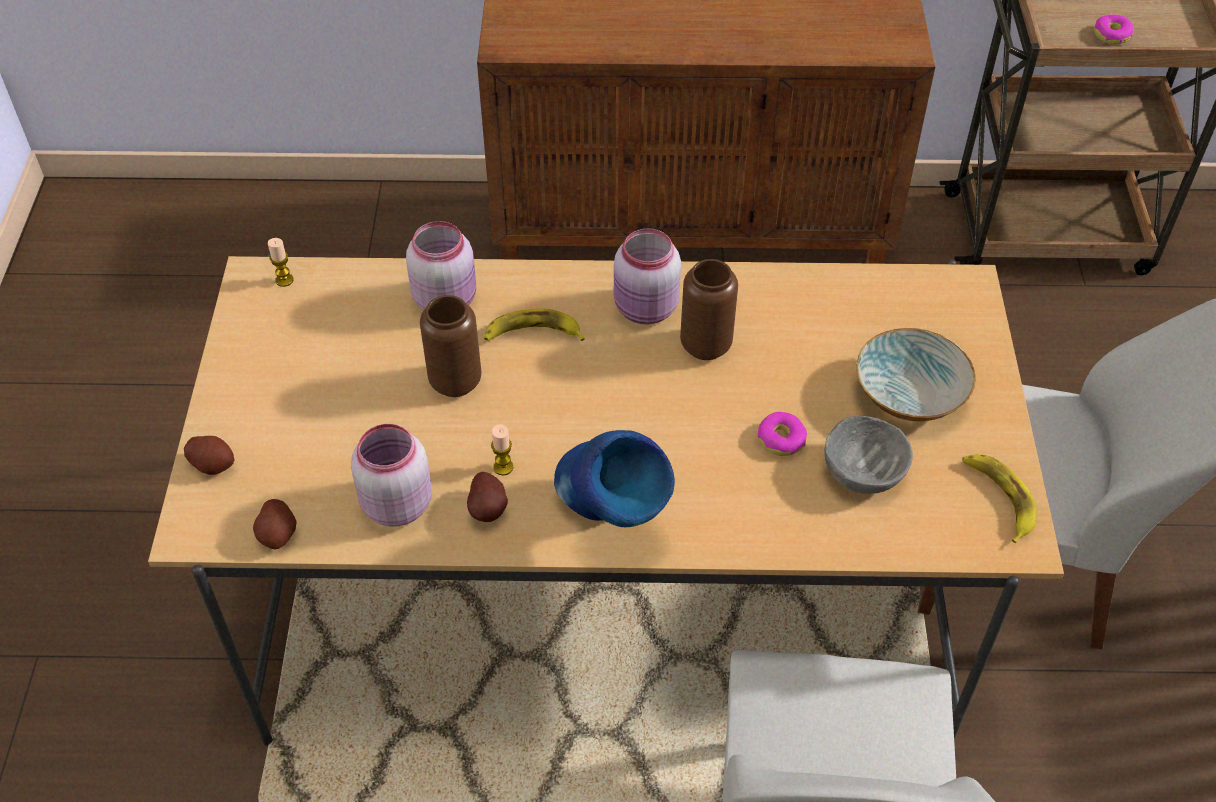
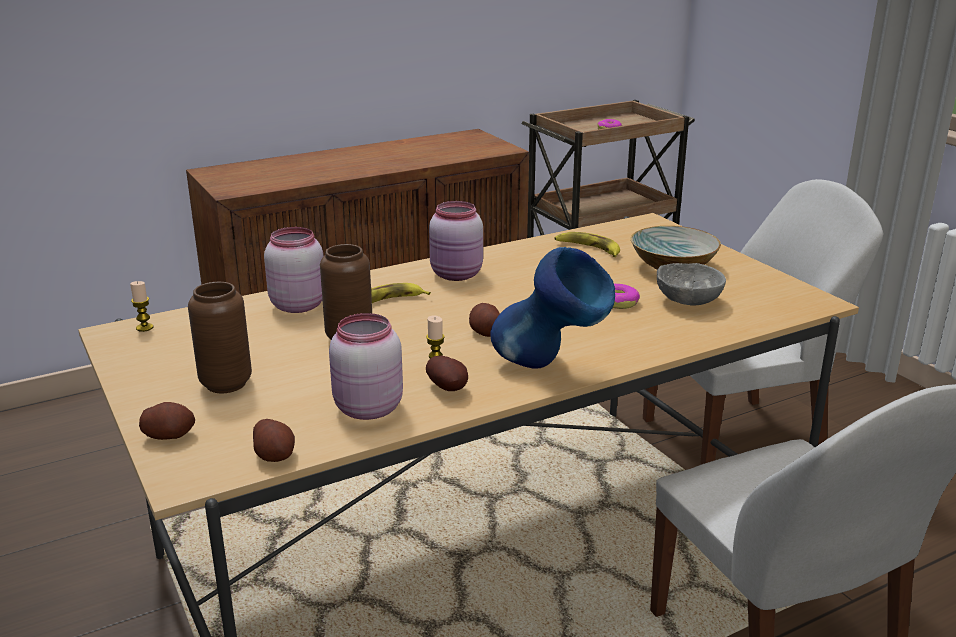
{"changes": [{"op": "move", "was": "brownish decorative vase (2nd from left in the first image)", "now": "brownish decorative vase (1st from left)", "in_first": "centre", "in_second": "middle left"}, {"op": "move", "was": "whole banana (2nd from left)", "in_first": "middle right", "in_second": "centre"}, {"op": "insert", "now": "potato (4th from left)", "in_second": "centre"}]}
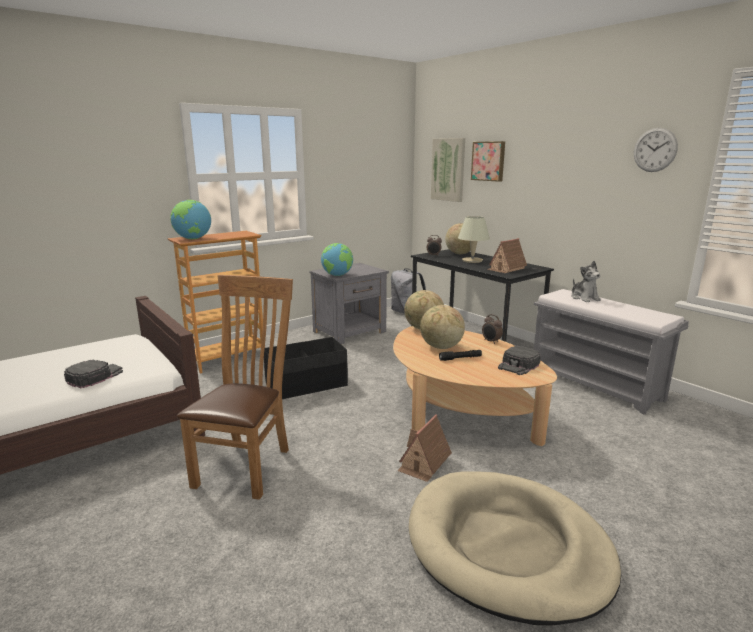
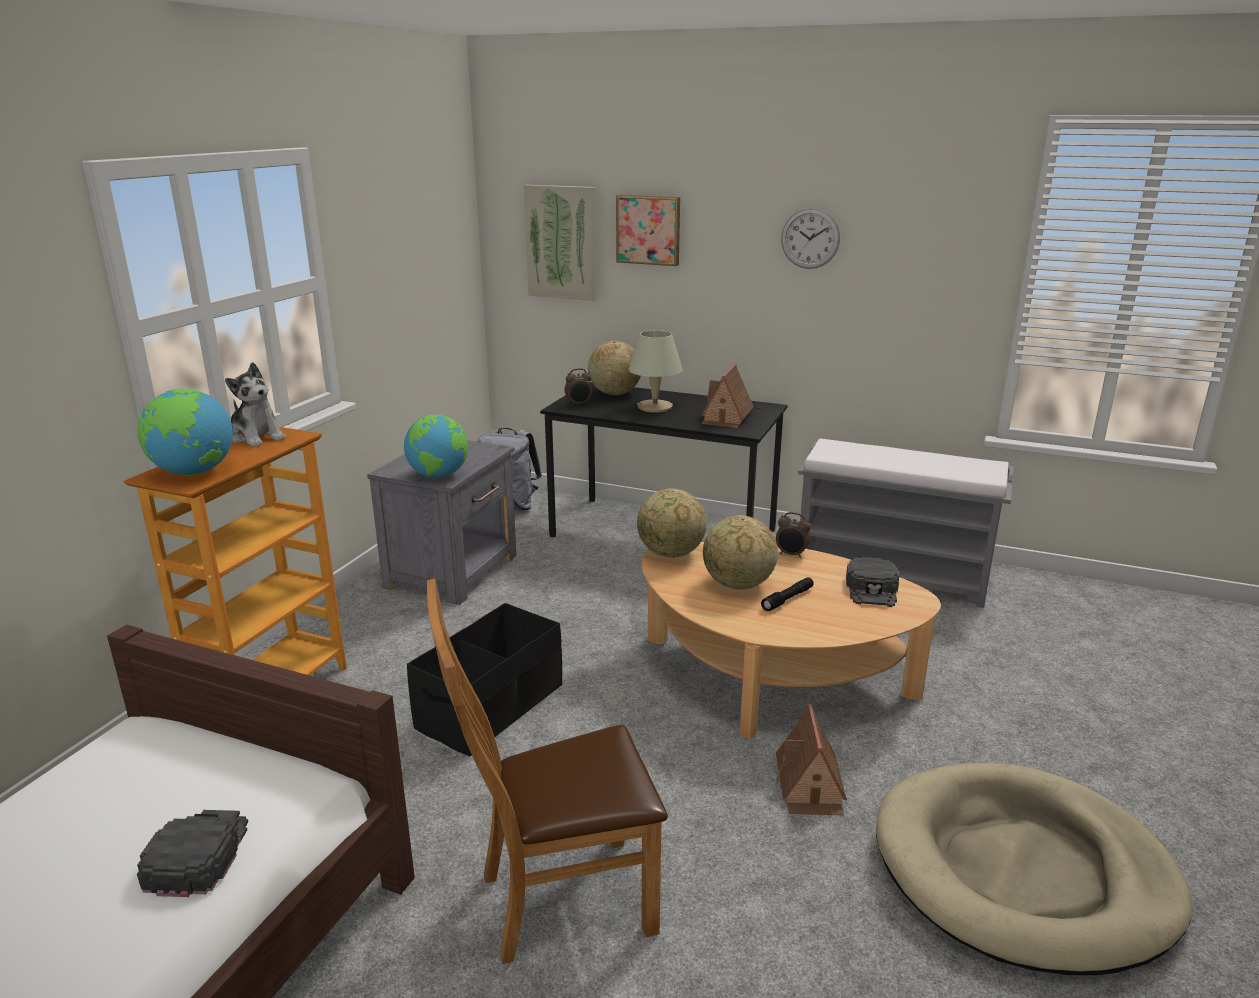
{"changes": [{"op": "move", "was": "clock on the wall", "in_first": "top right", "in_second": "top centre"}, {"op": "move", "was": "soft toy", "in_first": "middle right", "in_second": "middle left"}, {"op": "rotate", "was": "brownish chair", "in_first": "middle left", "in_second": "bottom centre", "clockwise": -90}]}
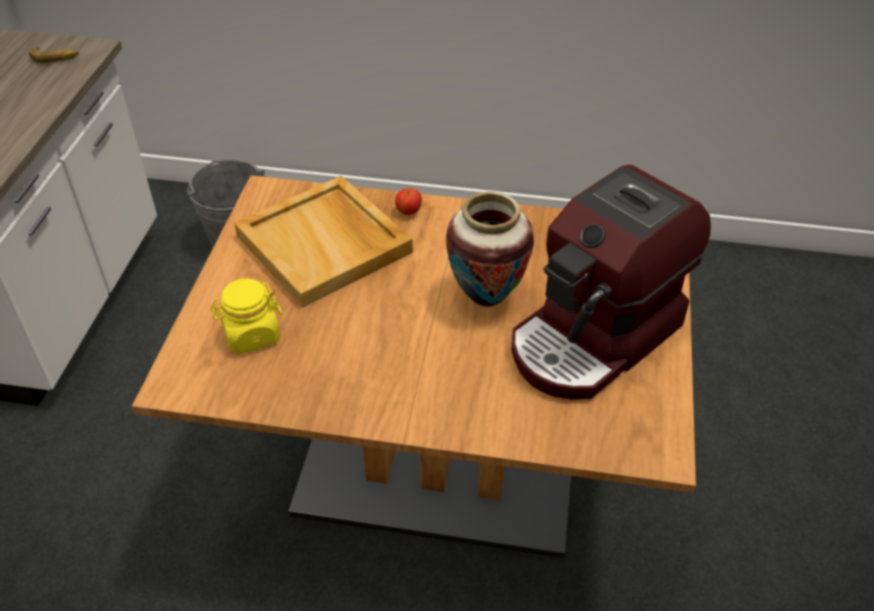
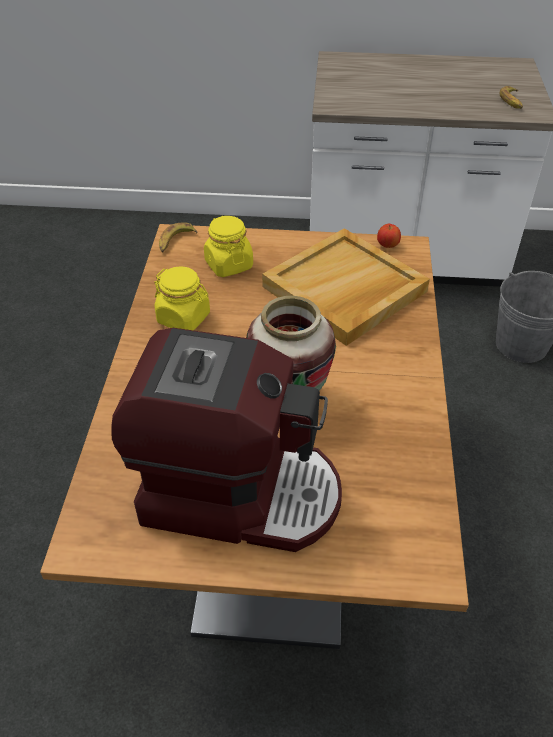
{"changes": [{"op": "rotate", "was": "coffee brewer", "in_first": "middle right", "in_second": "centre", "clockwise": 150}, {"op": "move", "was": "whole apple", "in_first": "top centre", "in_second": "top right"}, {"op": "insert", "now": "whole banana (1st from left)", "in_second": "top left"}, {"op": "insert", "now": "yellow-coloured jar (1st from left)", "in_second": "middle left"}]}
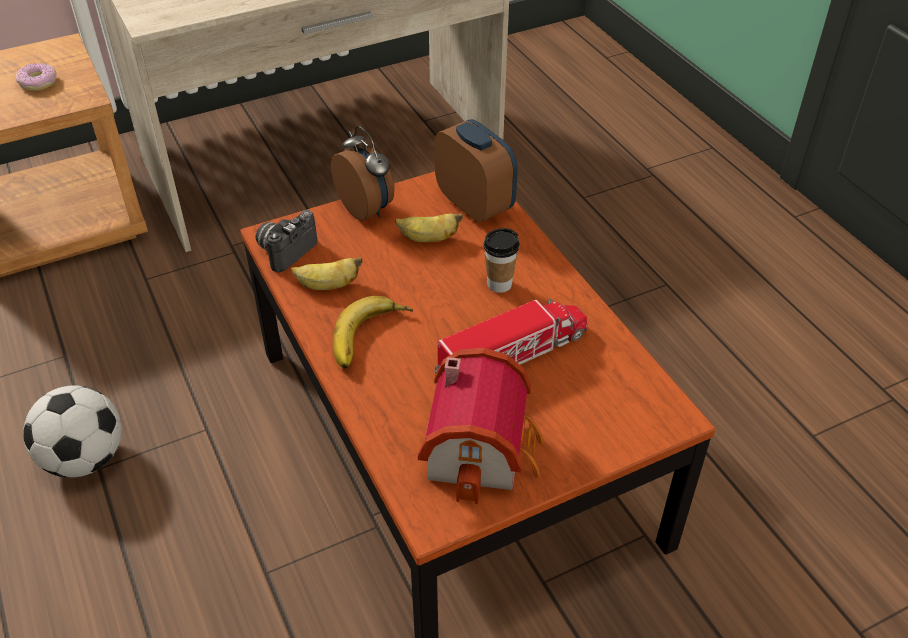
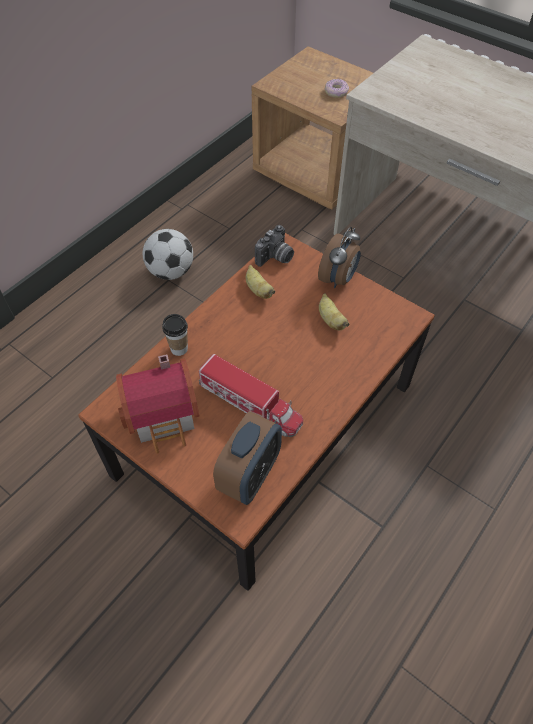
{"changes": [{"op": "move", "was": "table clock (2nd from left in the first image)", "now": "table clock (1st from left)", "in_first": "top centre", "in_second": "centre"}, {"op": "rotate", "was": "photo camera", "in_first": "middle left", "in_second": "centre", "clockwise": 120}, {"op": "move", "was": "small cup", "in_first": "centre", "in_second": "middle left"}, {"op": "delete", "was": "whole banana (2nd from left)", "in_first": "centre"}]}
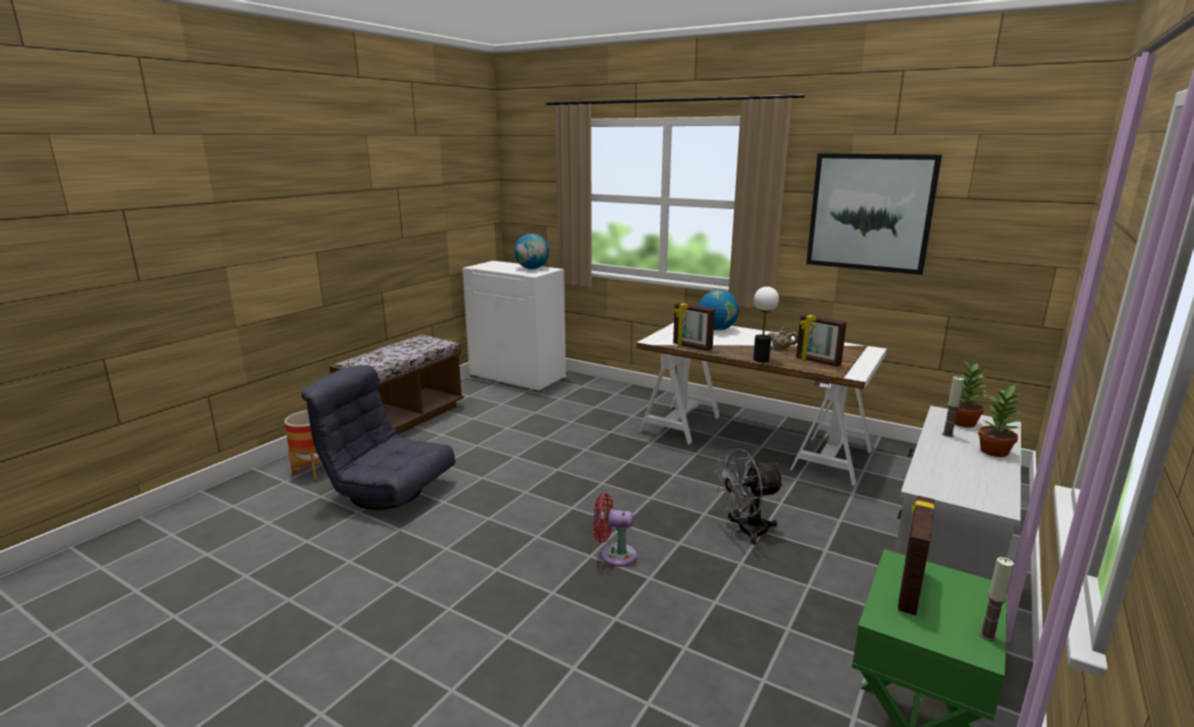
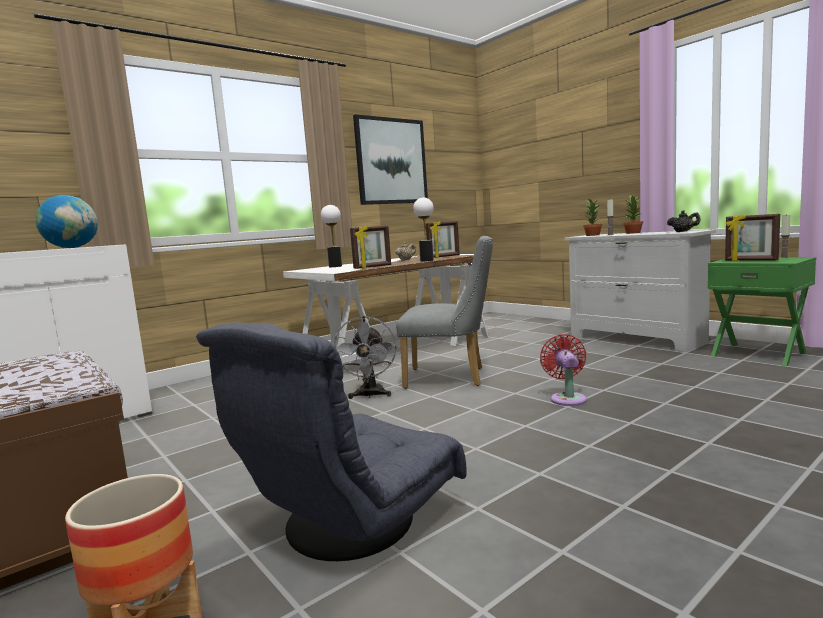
{"changes": [{"op": "replace", "was": "globe (2nd from left)", "now": "table lamp (1st from left)", "in_first": "centre", "in_second": "centre"}, {"op": "move", "was": "greyish electric fan", "in_first": "bottom centre", "in_second": "centre"}, {"op": "rotate", "was": "red electric fan", "in_first": "bottom centre", "in_second": "middle right", "clockwise": 150}, {"op": "insert", "now": "blackish teapot", "in_second": "middle right"}, {"op": "insert", "now": "greyish chair", "in_second": "centre"}]}
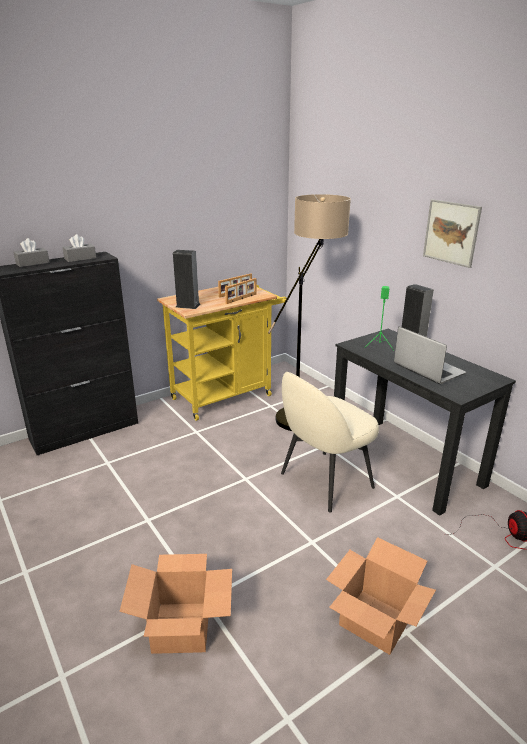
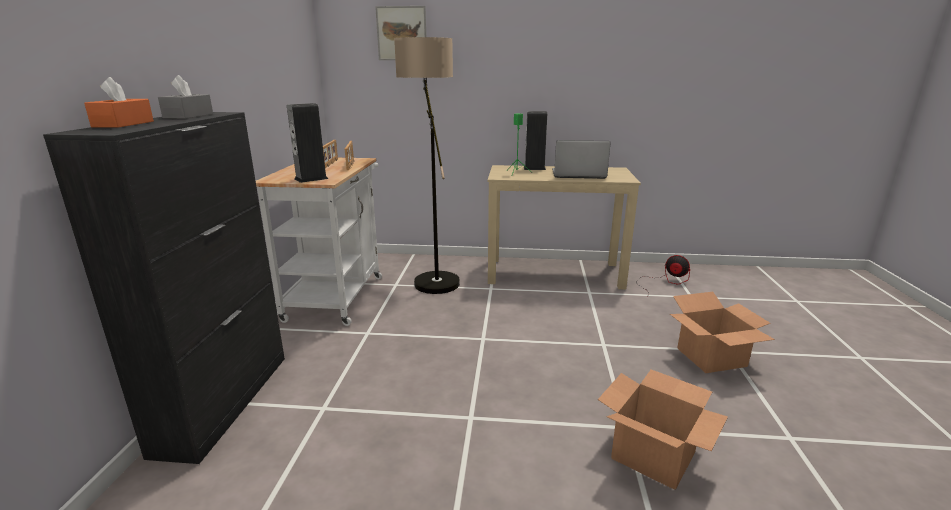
{"changes": [{"op": "move", "was": "wall art", "in_first": "top right", "in_second": "top centre"}, {"op": "recolor", "was": "greyish tissue holder (1st from left)", "now": "orangey tissue holder", "in_first": "middle left", "in_second": "top left"}, {"op": "recolor", "was": "yellow-coloured wheeled cart", "now": "whitish wheeled cart", "in_first": "centre", "in_second": "centre"}, {"op": "recolor", "was": "blackish desk table", "now": "beige desk table", "in_first": "middle right", "in_second": "centre"}, {"op": "delete", "was": "beige chair", "in_first": "centre"}]}
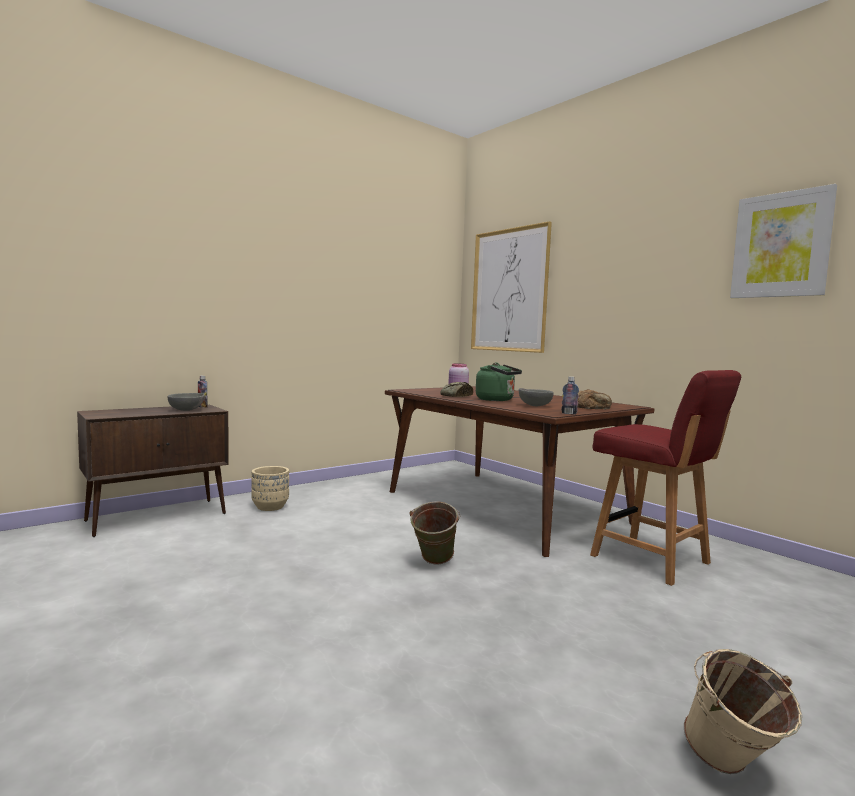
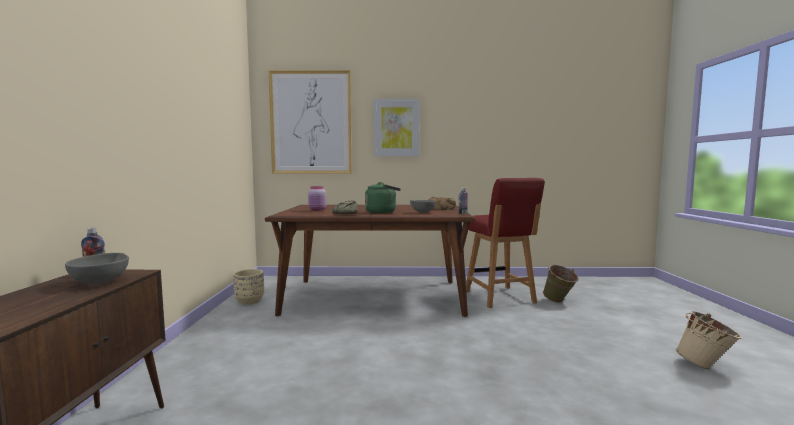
{"changes": [{"op": "move", "was": "wall art (2nd from left)", "in_first": "top right", "in_second": "top centre"}, {"op": "rotate", "was": "red chair", "in_first": "middle right", "in_second": "centre", "clockwise": 75}, {"op": "move", "was": "beige plant pot", "in_first": "middle left", "in_second": "bottom left"}, {"op": "move", "was": "green water bucket", "in_first": "bottom centre", "in_second": "bottom right"}]}
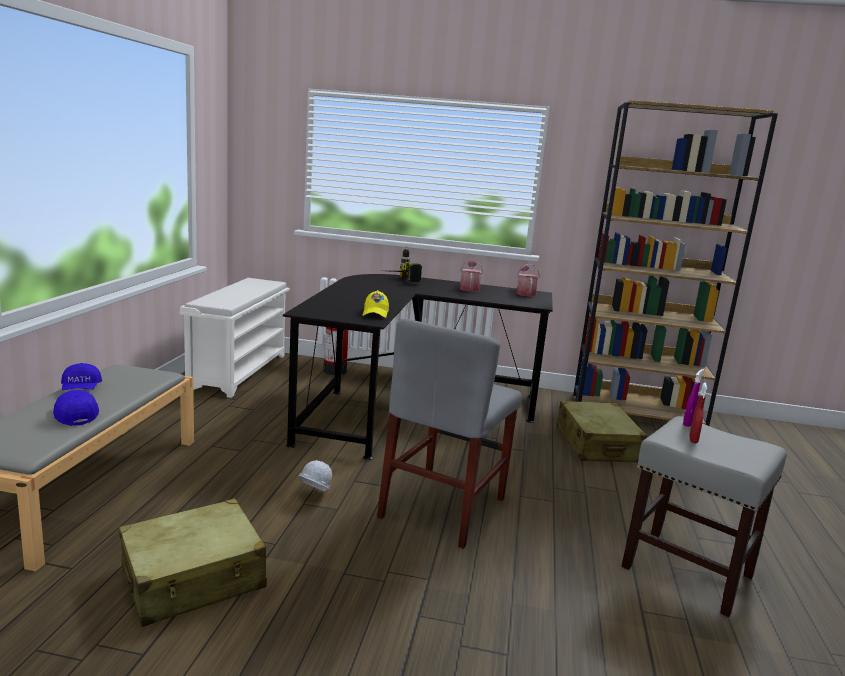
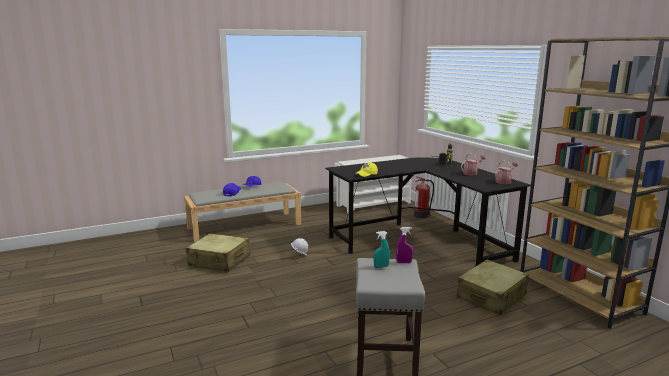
{"changes": [{"op": "delete", "was": "greyish chair", "in_first": "centre"}, {"op": "recolor", "was": "red spray bottle", "now": "turquoise spray bottle", "in_first": "middle right", "in_second": "centre"}]}
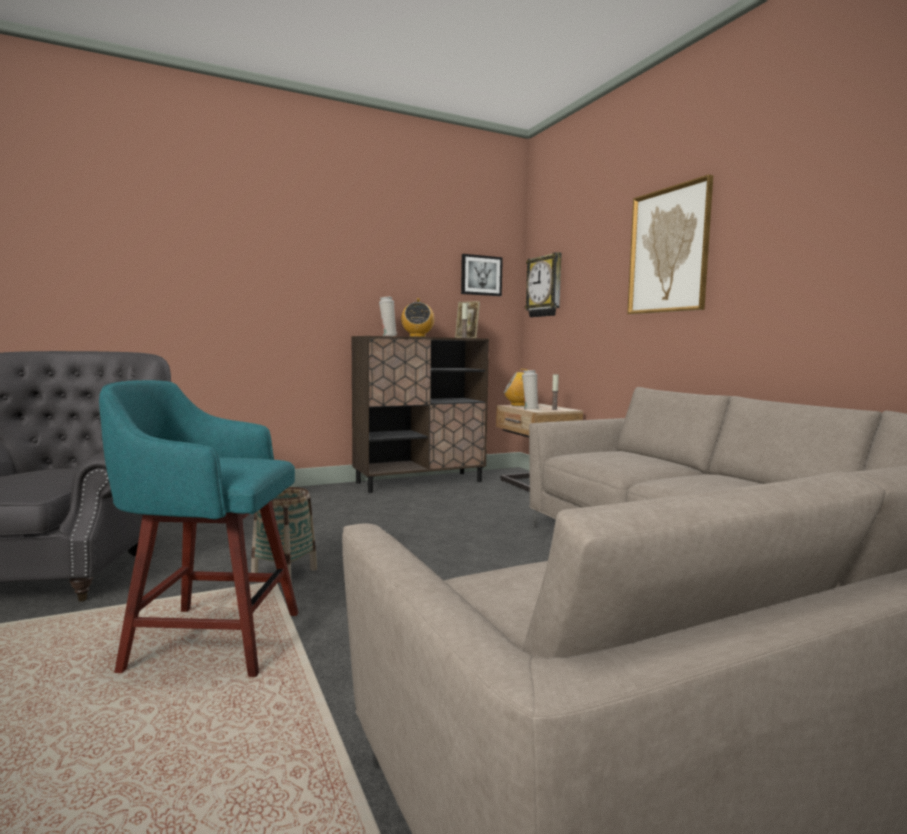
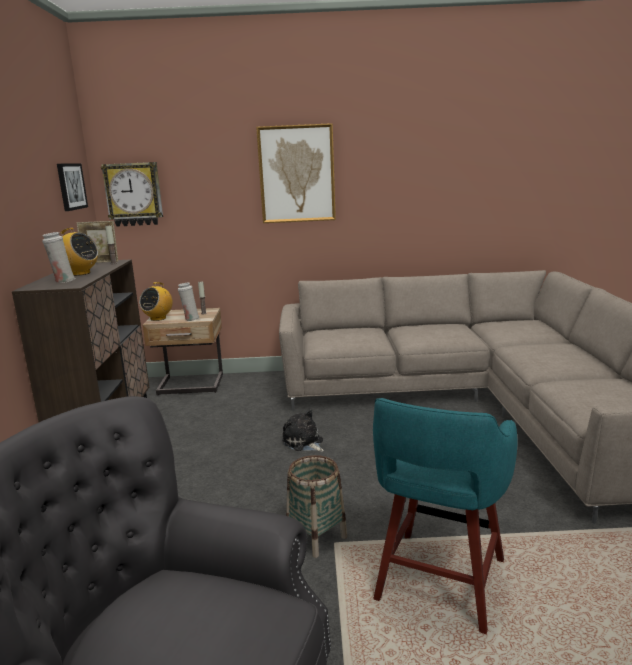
{"changes": [{"op": "insert", "now": "soft toy", "in_second": "centre"}]}
